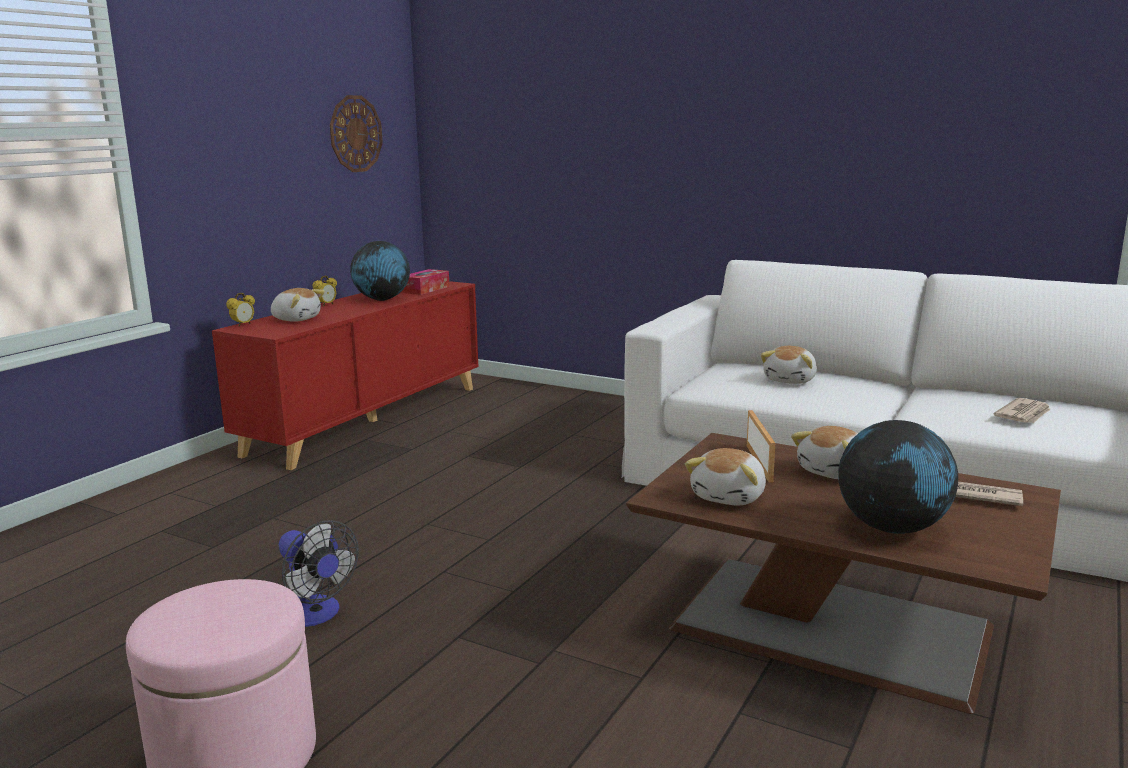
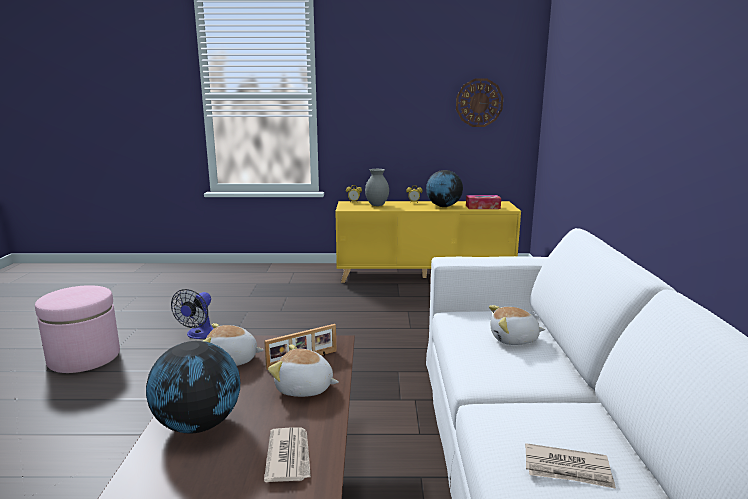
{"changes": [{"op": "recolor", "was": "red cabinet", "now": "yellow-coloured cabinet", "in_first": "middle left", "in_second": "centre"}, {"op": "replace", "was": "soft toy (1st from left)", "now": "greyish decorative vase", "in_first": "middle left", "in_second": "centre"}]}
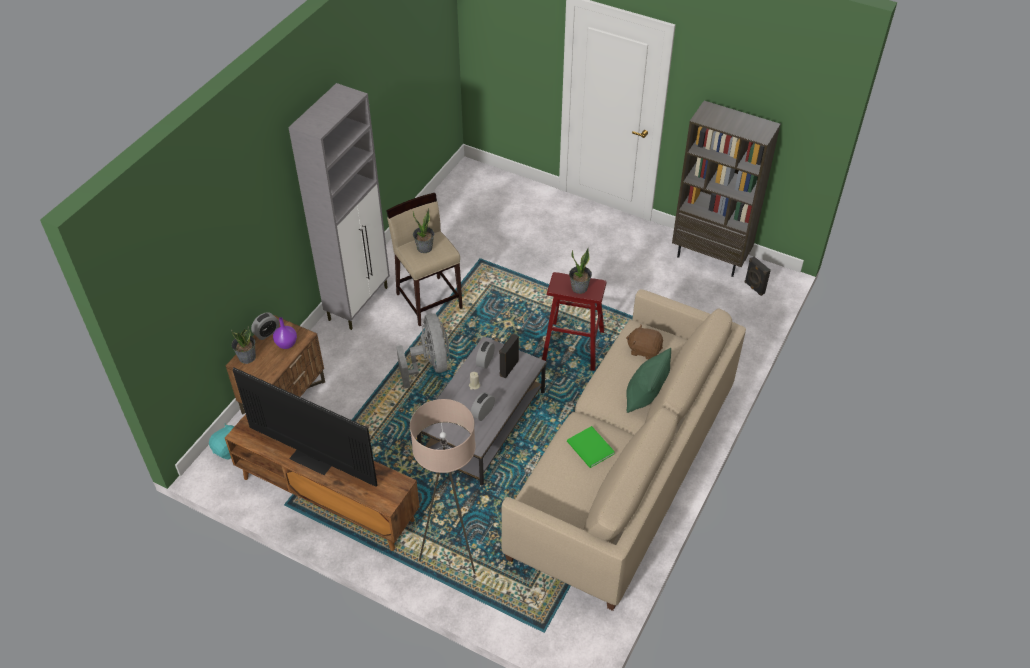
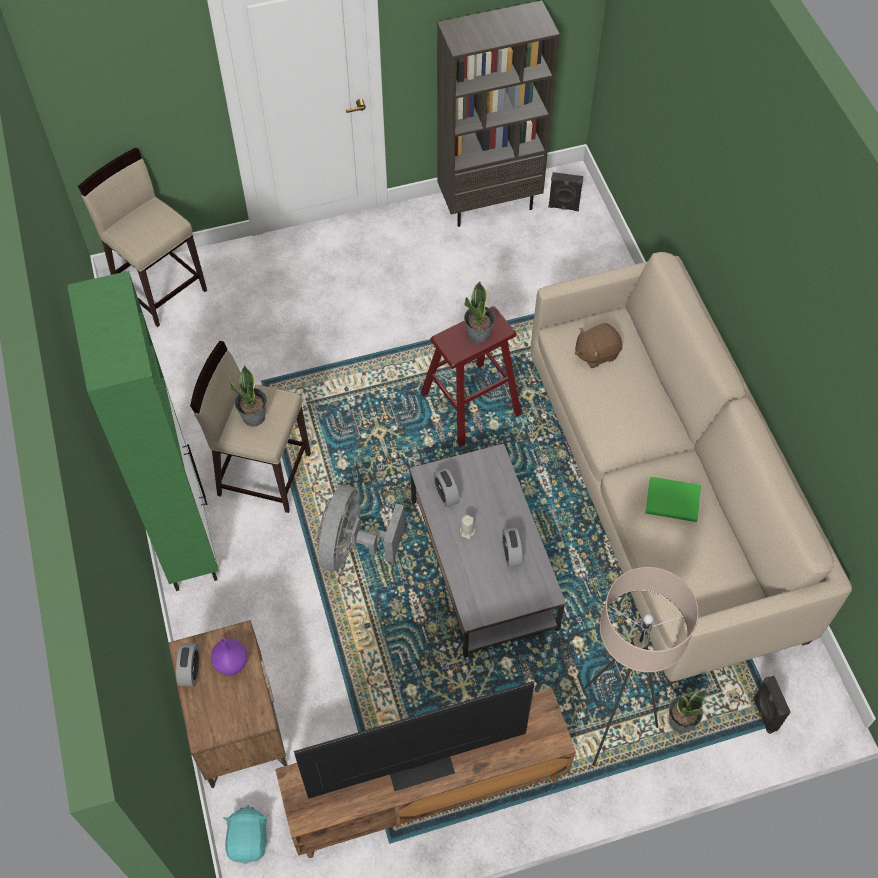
{"changes": [{"op": "recolor", "was": "greyish cabinet", "now": "green cabinet", "in_first": "top left", "in_second": "middle left"}, {"op": "rotate", "was": "greyish electric fan", "in_first": "centre", "in_second": "centre", "clockwise": -105}, {"op": "move", "was": "potted plant (1st from left in the first image)", "now": "potted plant (3rd from left)", "in_first": "middle left", "in_second": "bottom right"}, {"op": "move", "was": "blackish speaker (1st from left in the first image)", "now": "blackish speaker (2nd from left)", "in_first": "centre", "in_second": "bottom right"}, {"op": "delete", "was": "green pillow", "in_first": "centre"}, {"op": "insert", "now": "beige stool seat (1st from left)", "in_second": "top left"}]}
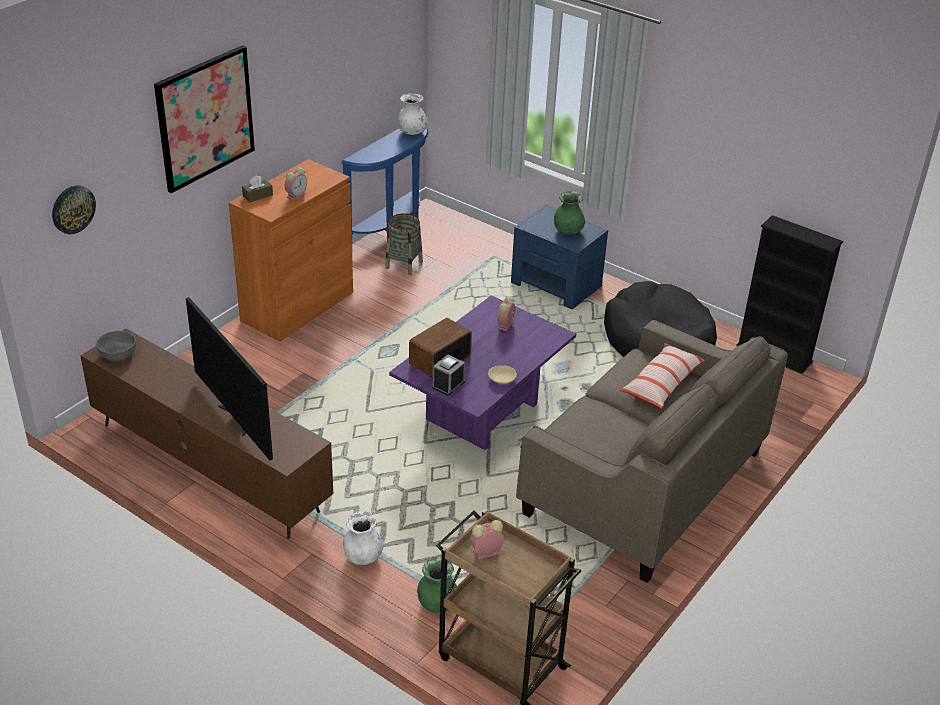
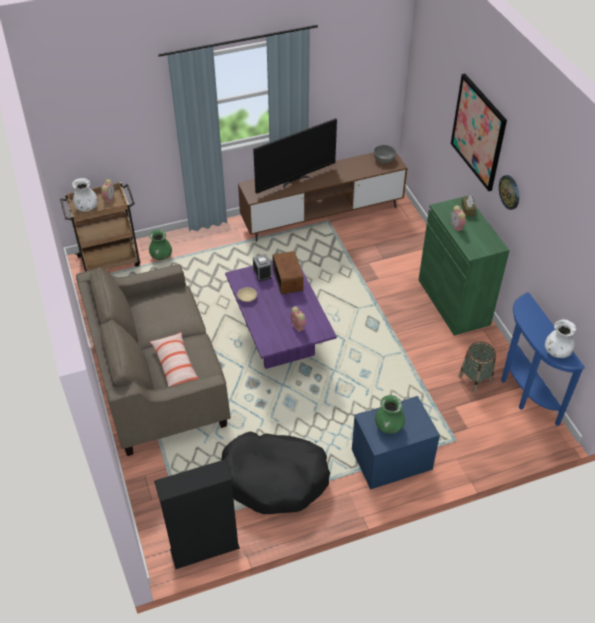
{"changes": [{"op": "recolor", "was": "orangey cabinet", "now": "green cabinet", "in_first": "middle left", "in_second": "middle right"}, {"op": "move", "was": "clock on the wall", "in_first": "top left", "in_second": "top right"}, {"op": "rotate", "was": "TV", "in_first": "middle left", "in_second": "top centre", "clockwise": 150}, {"op": "move", "was": "whitish decorative vase (1st from left)", "in_first": "bottom centre", "in_second": "top left"}]}
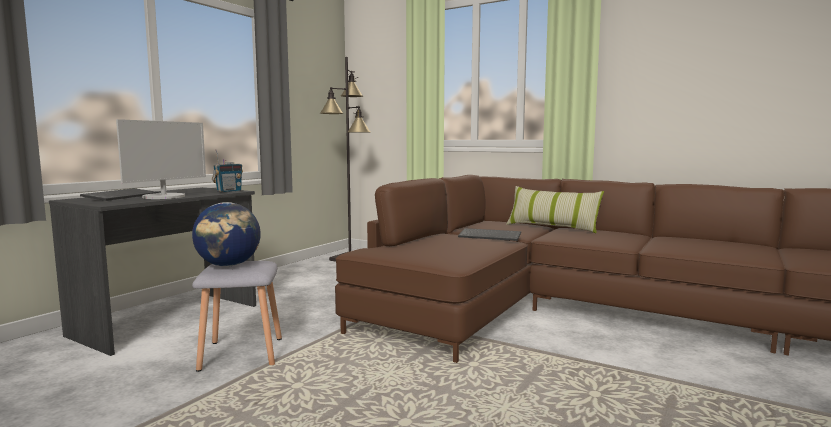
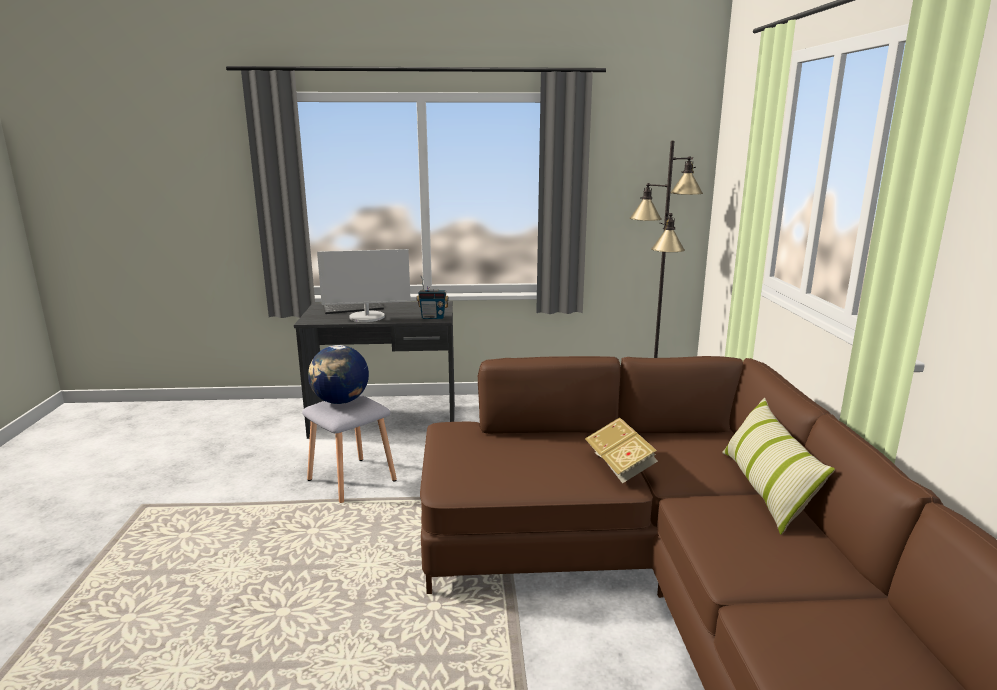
{"changes": [{"op": "replace", "was": "PC keyboard (2nd from left)", "now": "book", "in_first": "centre", "in_second": "centre"}]}
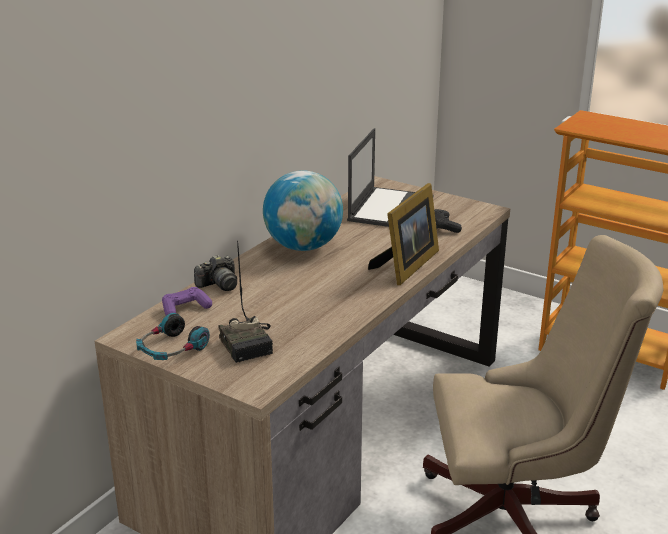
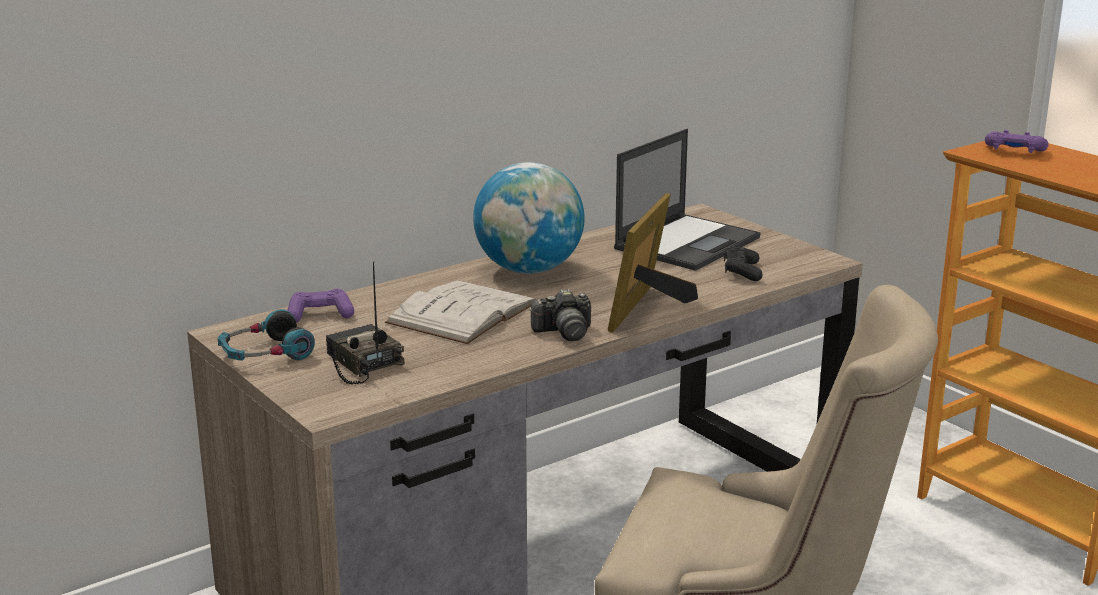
{"changes": [{"op": "rotate", "was": "standing frame", "in_first": "centre", "in_second": "centre", "clockwise": 150}, {"op": "rotate", "was": "radio set", "in_first": "centre", "in_second": "middle left", "clockwise": 150}, {"op": "move", "was": "photo camera", "in_first": "middle left", "in_second": "centre"}, {"op": "insert", "now": "purplish game controller (2nd from left)", "in_second": "top right"}, {"op": "insert", "now": "whitish book", "in_second": "centre"}]}
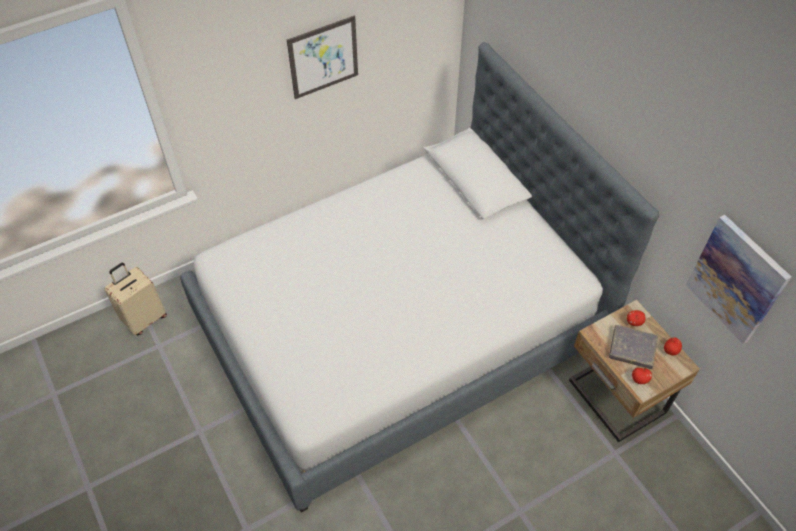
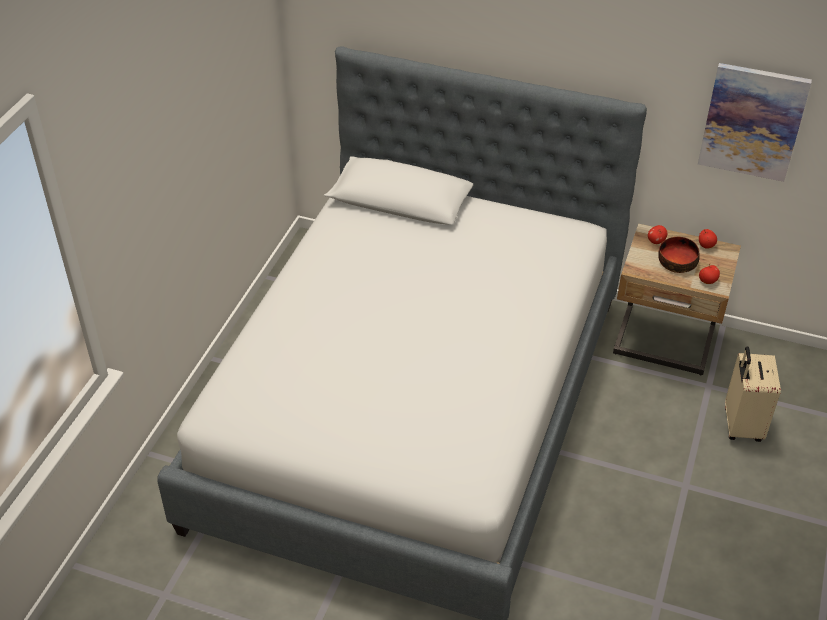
{"changes": [{"op": "delete", "was": "wall art (1st from left)", "in_first": "top centre"}, {"op": "move", "was": "beige travel case", "in_first": "middle left", "in_second": "middle right"}, {"op": "replace", "was": "greyish book", "now": "serving bowl", "in_first": "middle right", "in_second": "middle right"}]}
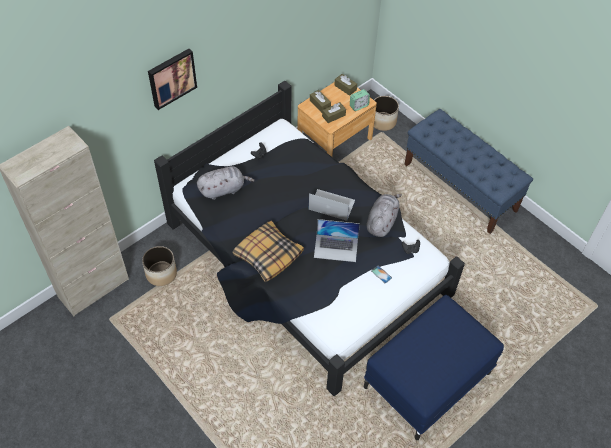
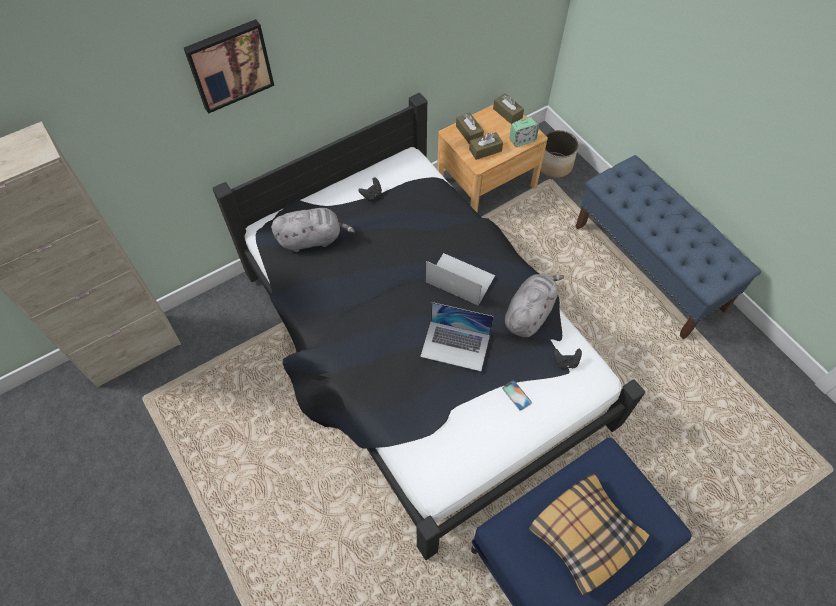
{"changes": [{"op": "move", "was": "pillow", "in_first": "centre", "in_second": "bottom right"}, {"op": "delete", "was": "plant pot (1st from left)", "in_first": "middle left"}]}
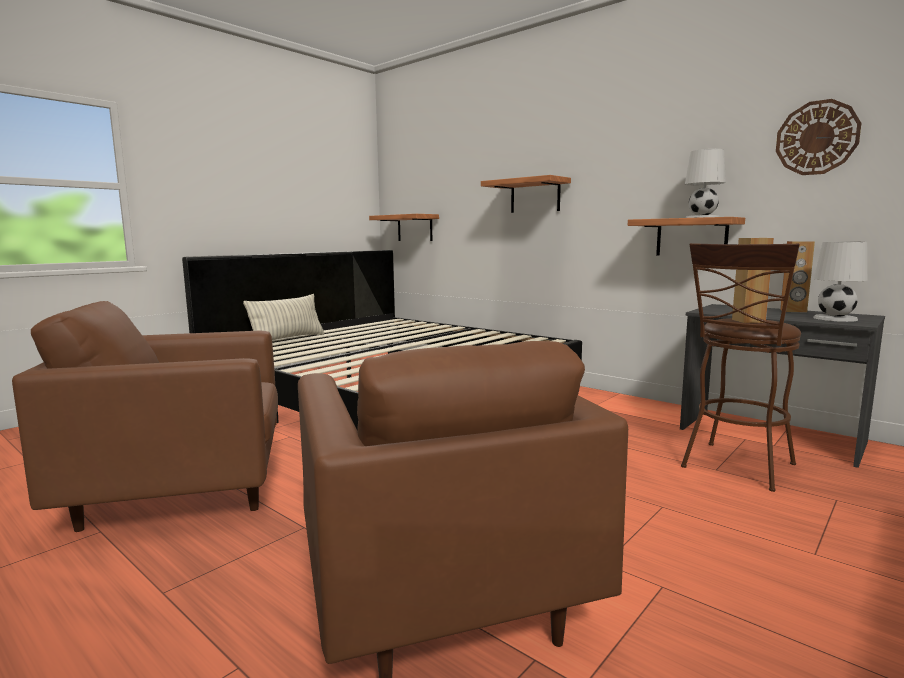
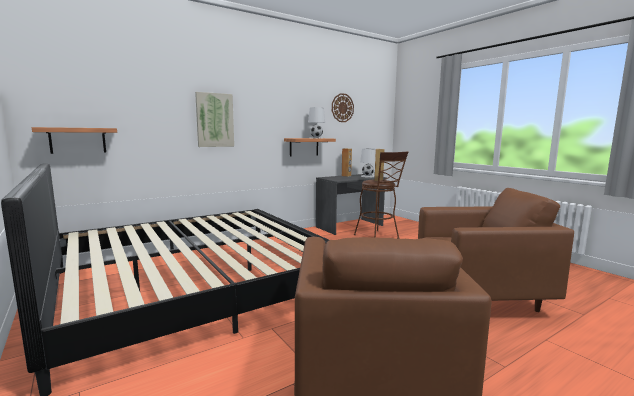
{"changes": [{"op": "replace", "was": "wall shelf (2nd from left)", "now": "wall art", "in_first": "top centre", "in_second": "top centre"}, {"op": "delete", "was": "pillow", "in_first": "middle left"}]}
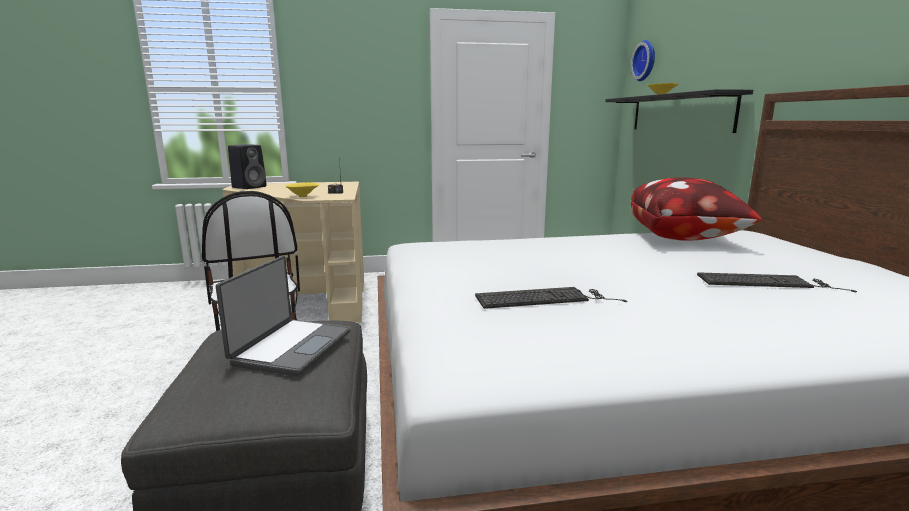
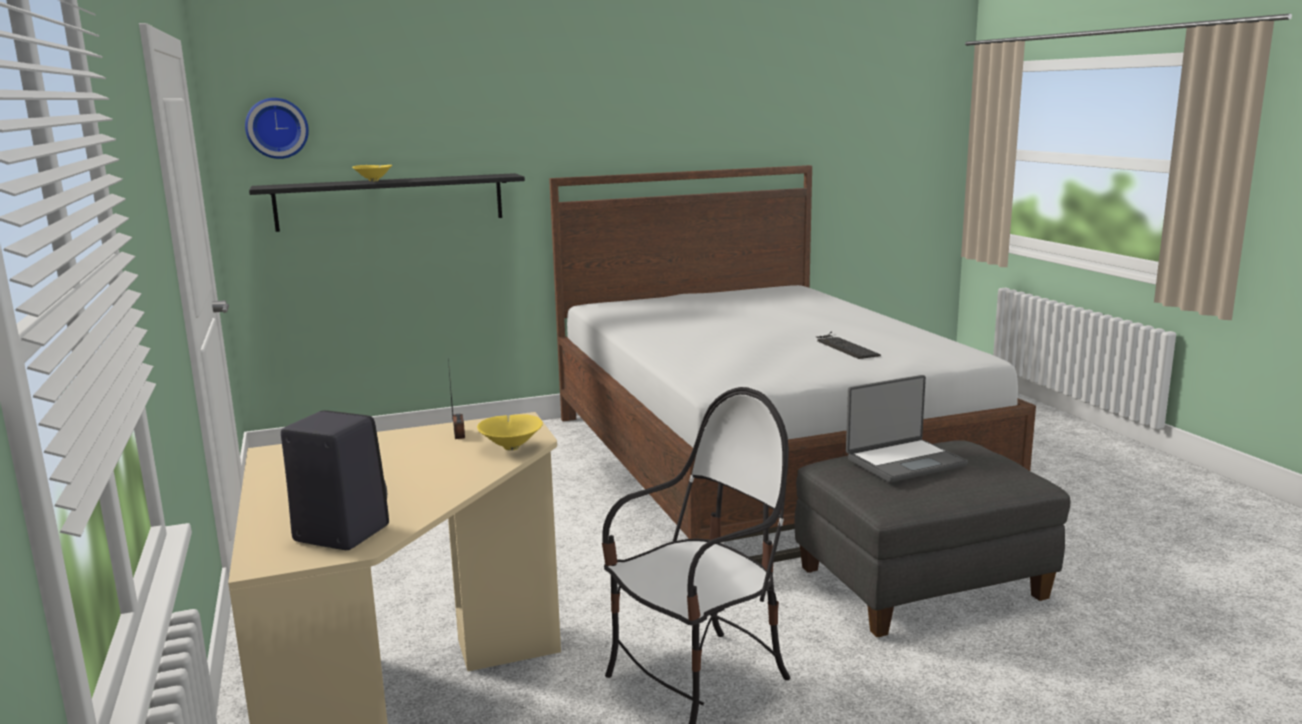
{"changes": [{"op": "delete", "was": "pillow", "in_first": "middle right"}, {"op": "rotate", "was": "laptop", "in_first": "middle left", "in_second": "middle right", "clockwise": 150}, {"op": "delete", "was": "PC keyboard (2nd from left)", "in_first": "middle right"}]}
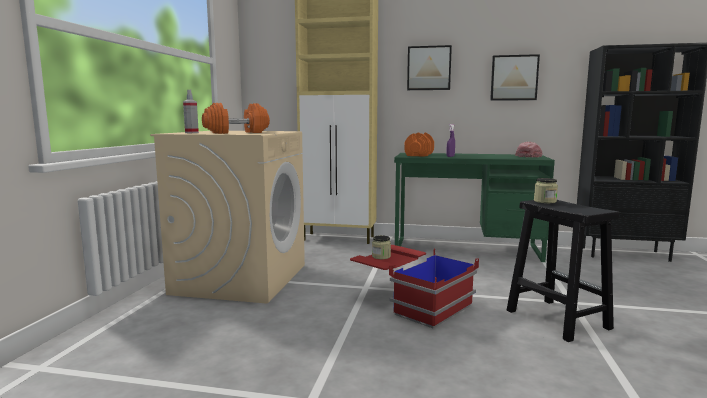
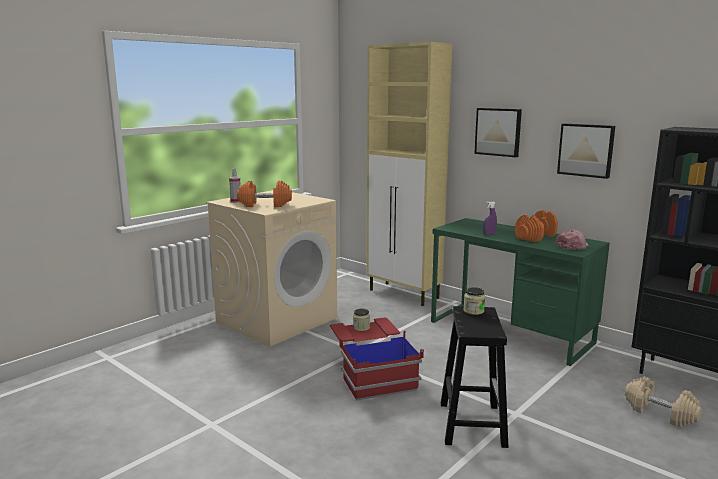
{"changes": [{"op": "move", "was": "orangey dumbbell (2nd from left)", "in_first": "centre", "in_second": "middle right"}, {"op": "insert", "now": "beige dumbbell", "in_second": "bottom right"}]}
